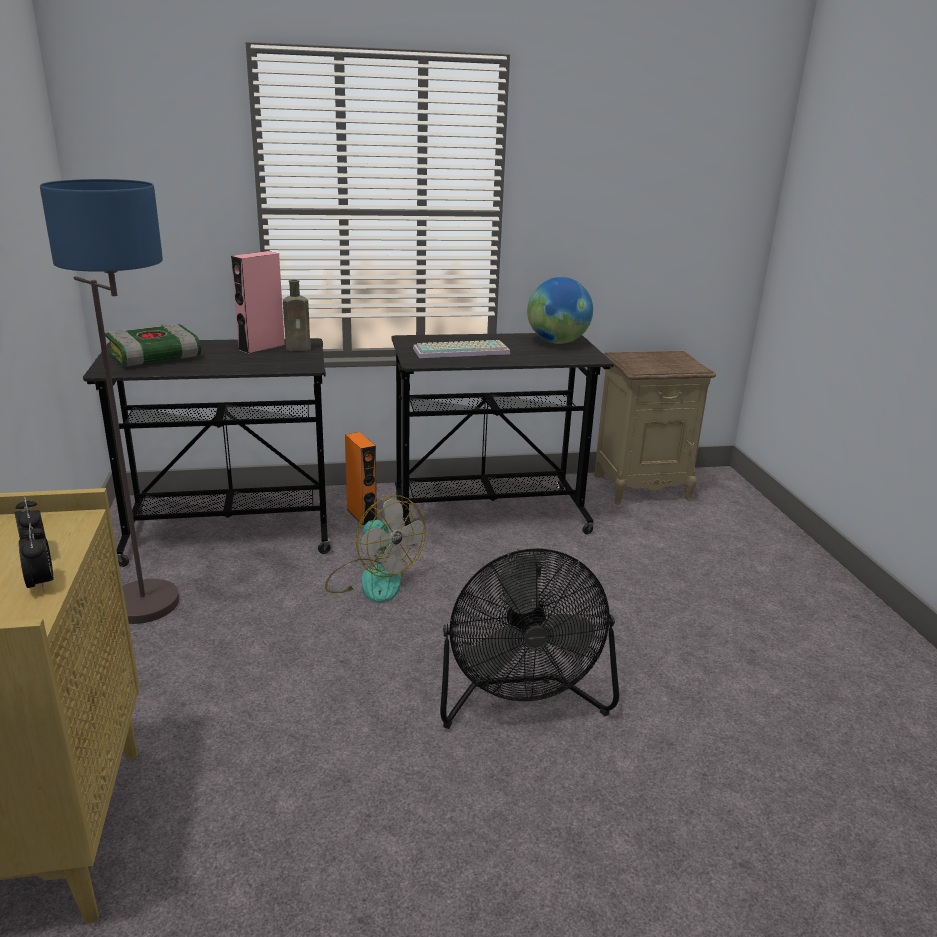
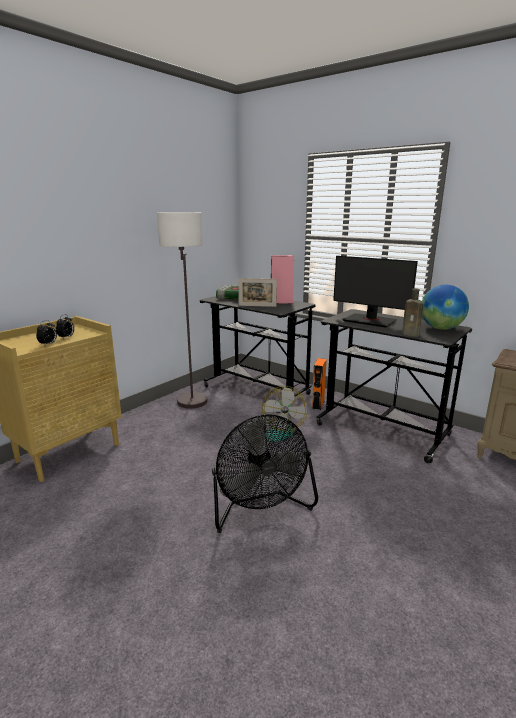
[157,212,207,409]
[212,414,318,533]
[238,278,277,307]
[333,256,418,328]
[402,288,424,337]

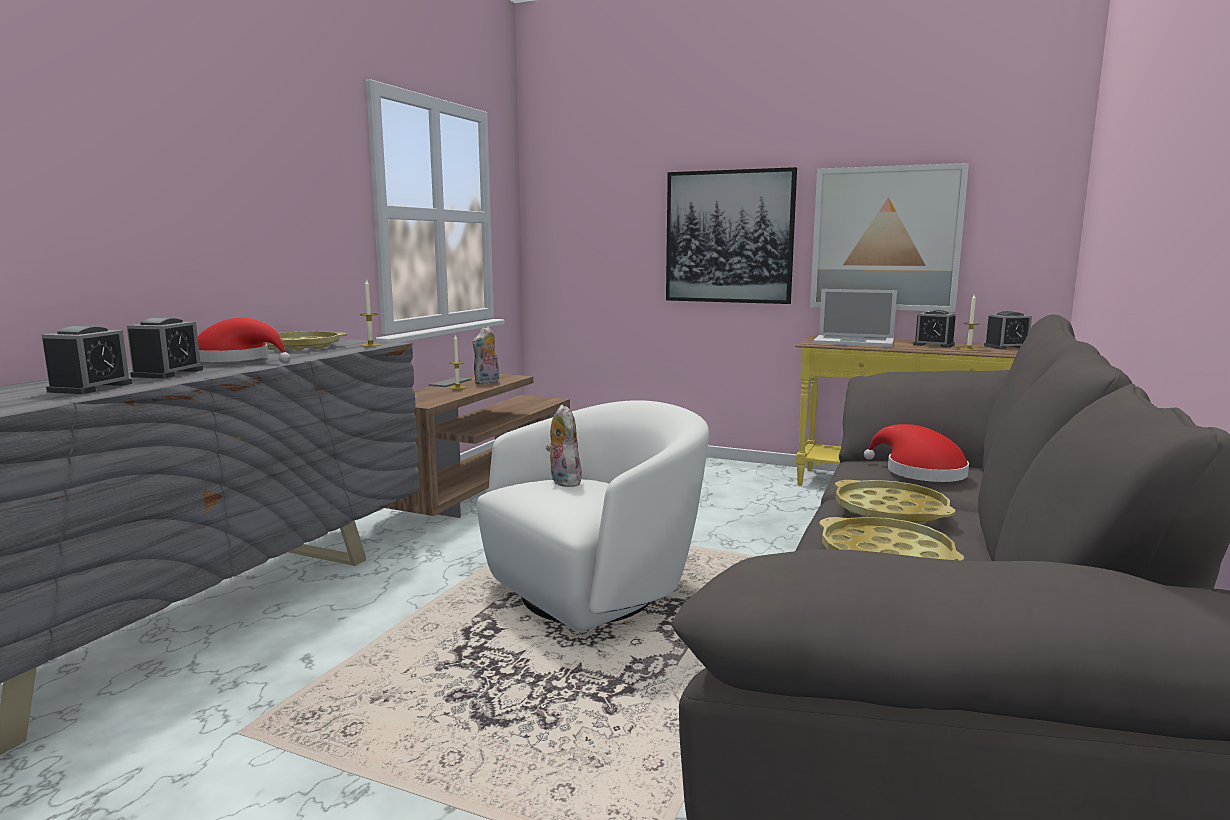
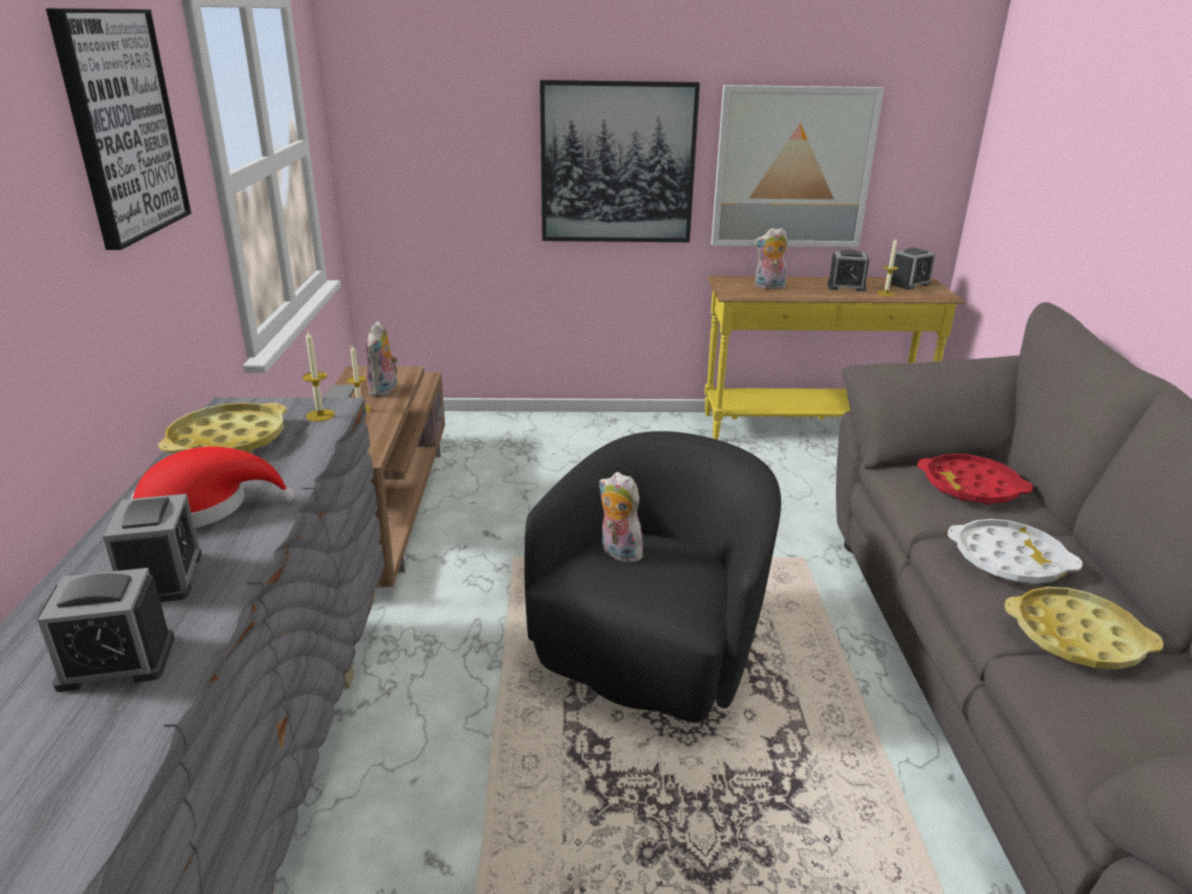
[37,568,175,692]
[46,8,191,250]
[525,431,781,723]
[754,228,788,289]
[917,454,1033,505]
[948,519,1082,584]

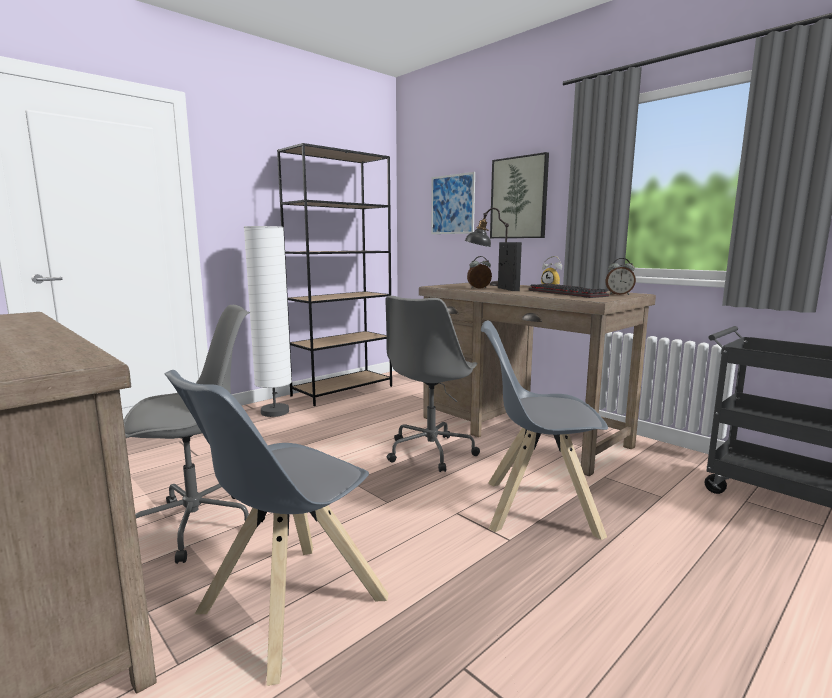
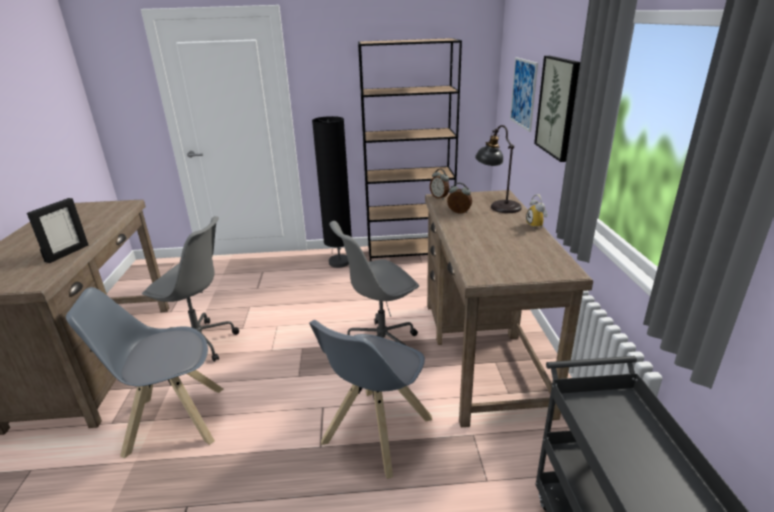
[27,198,89,263]
[309,320,432,479]
[312,116,352,268]
[430,169,449,200]
[529,284,609,298] (first image)

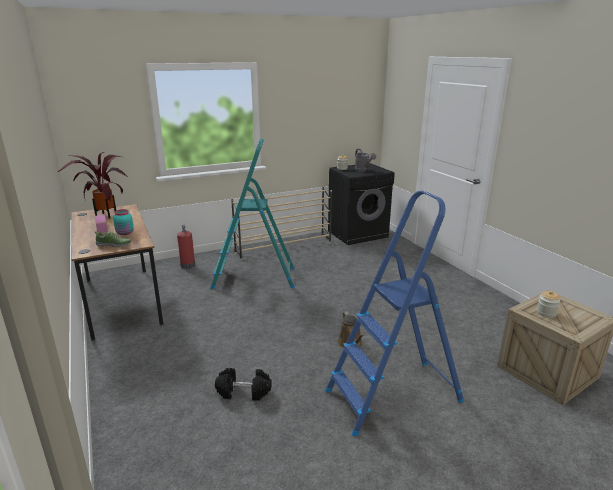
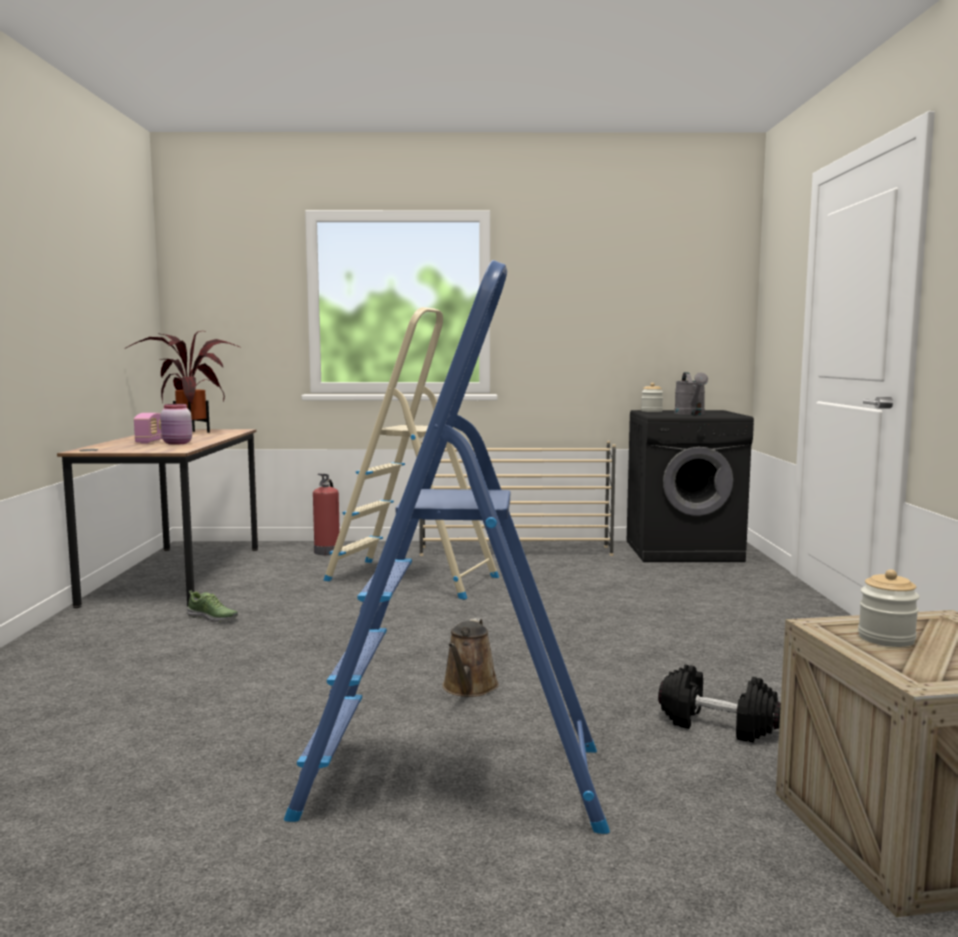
[160,404,192,445]
[186,590,238,622]
[324,307,499,599]
[658,664,781,743]

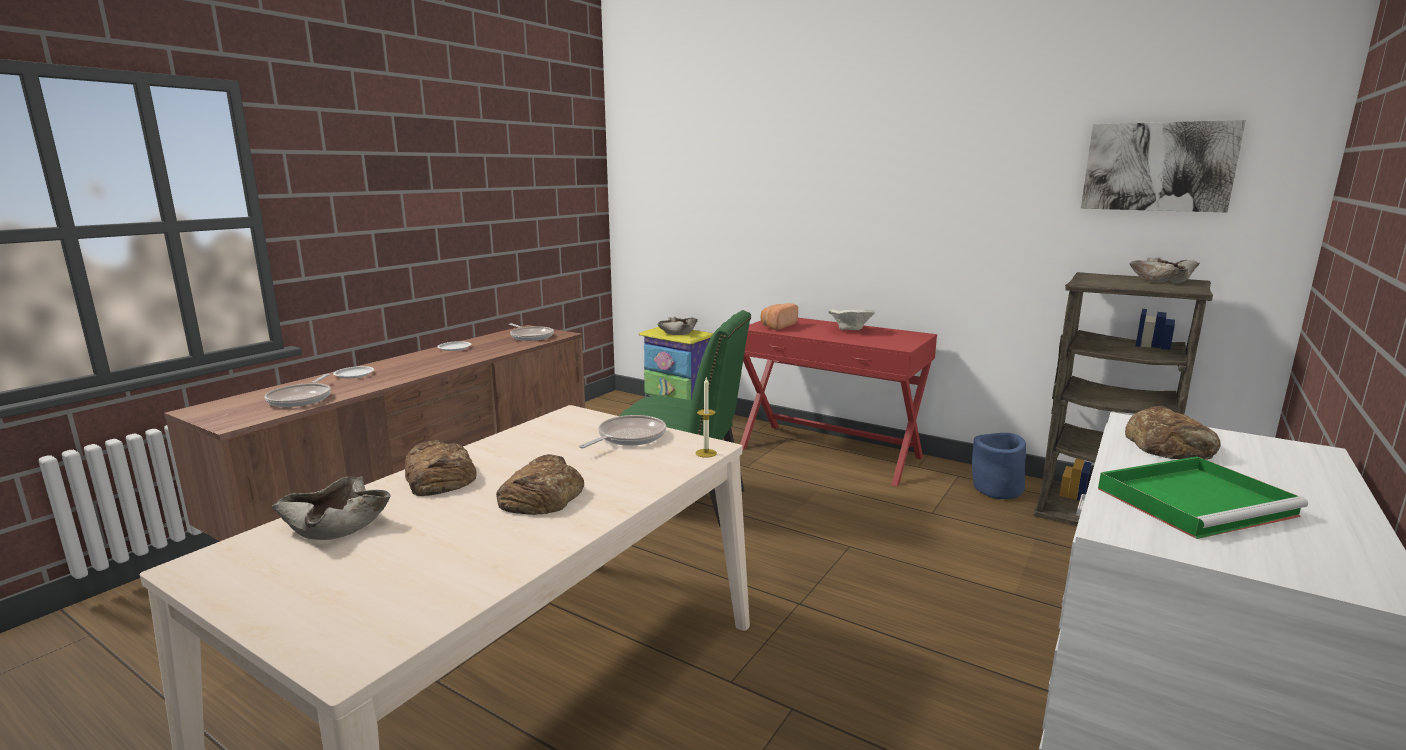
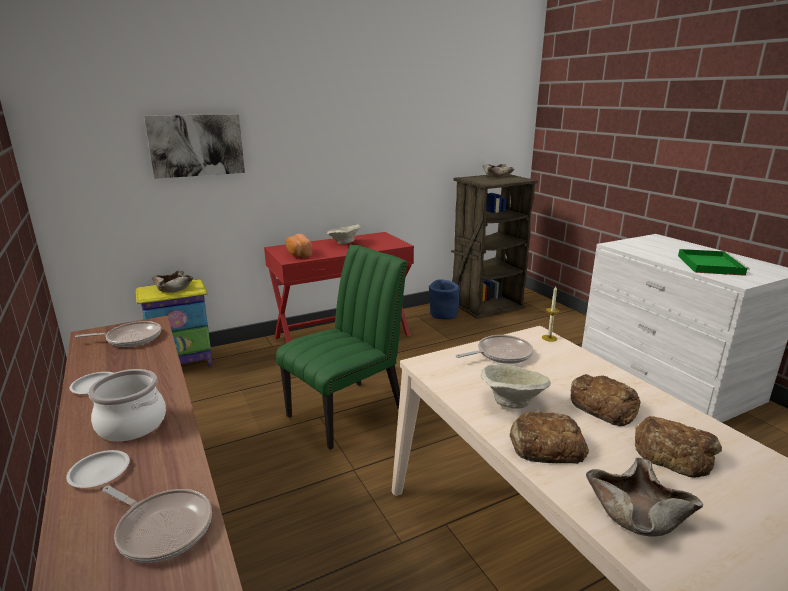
[88,369,166,442]
[144,114,245,179]
[456,335,533,364]
[481,365,551,409]
[635,416,722,477]

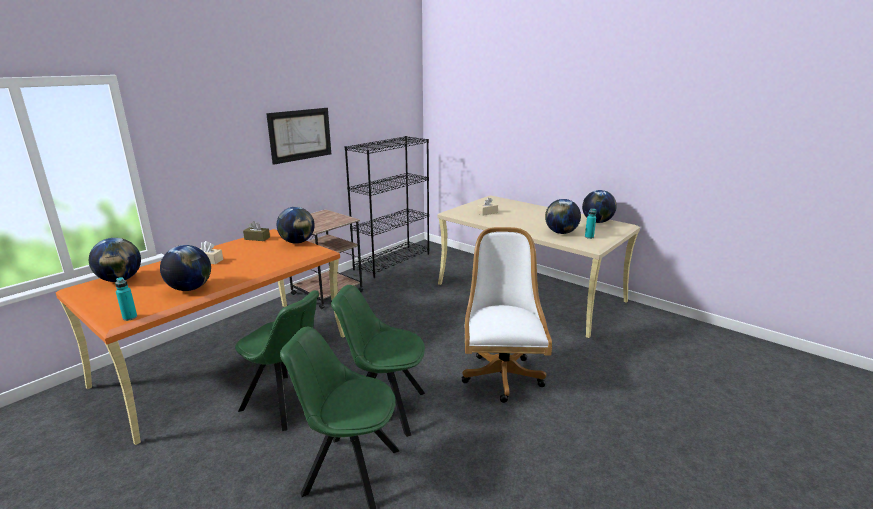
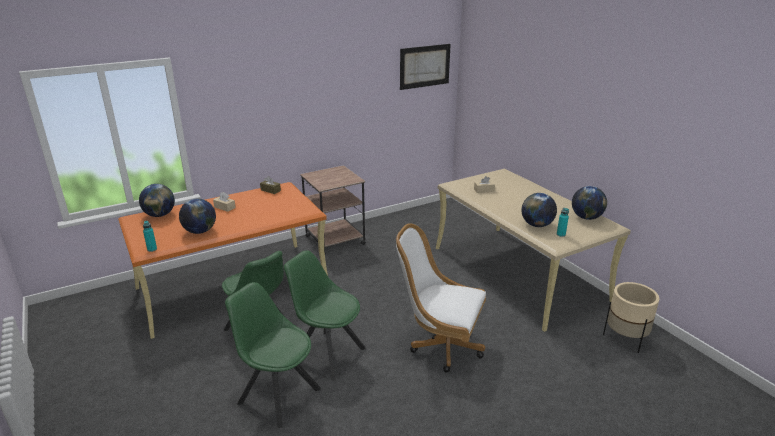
[396,223,486,373]
[400,44,451,90]
[603,282,659,353]
[277,207,315,244] (first image)
[344,136,429,278] (first image)

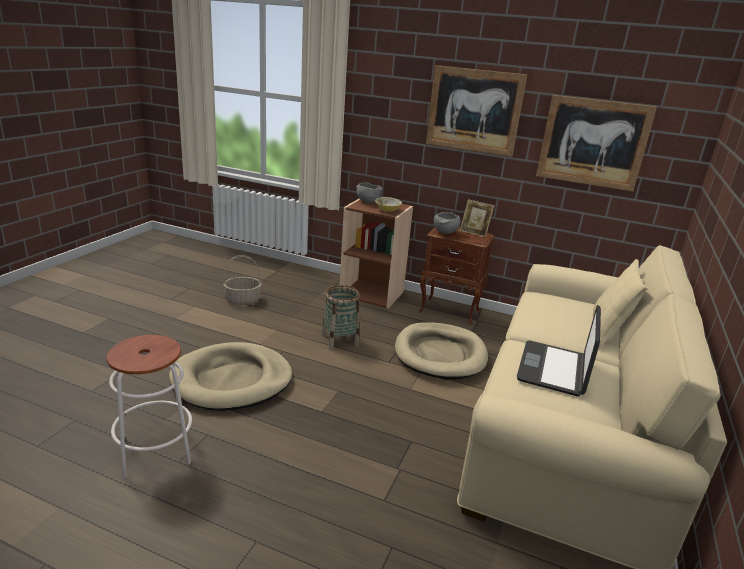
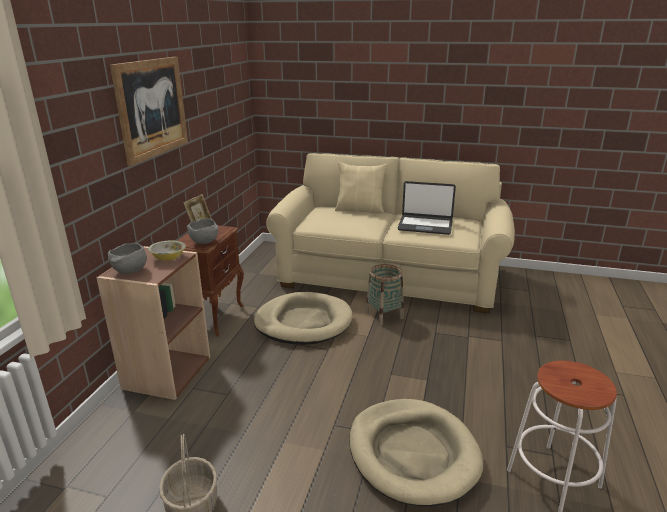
[365,264,404,326]
[536,95,657,191] (first image)

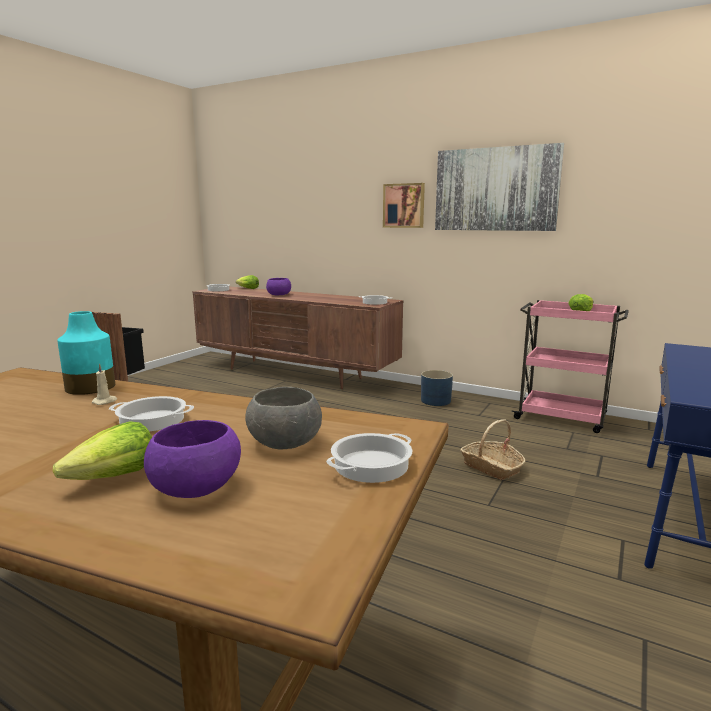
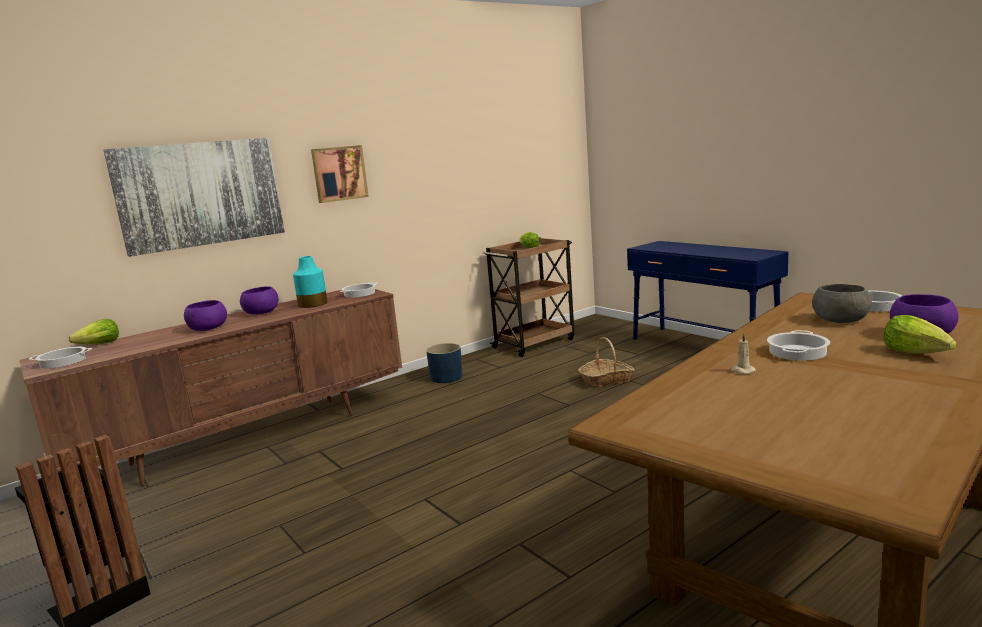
[104,138,285,257]
[240,287,278,314]
[293,256,328,308]
[483,237,574,357]

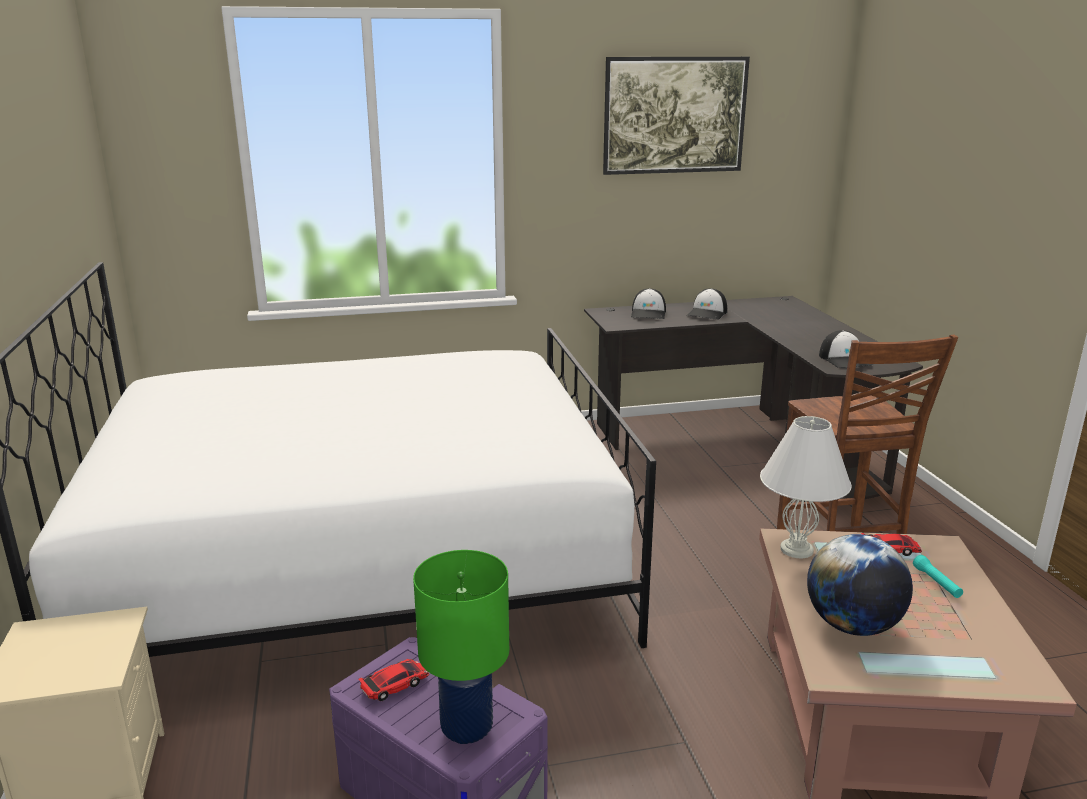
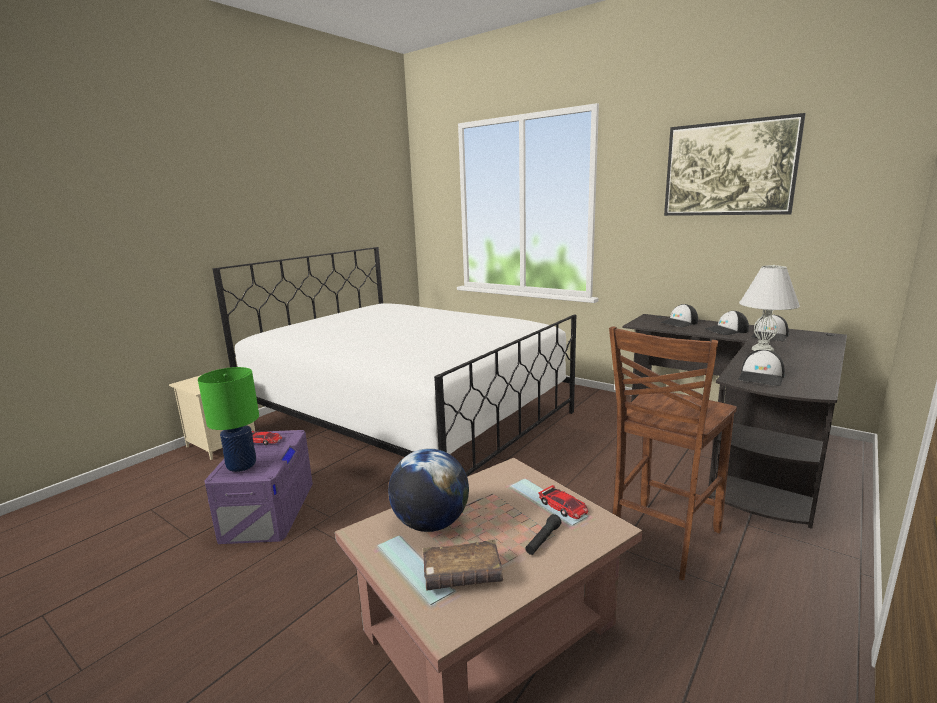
[423,540,503,590]
[525,514,561,555]
[739,265,800,351]
[751,315,789,341]

